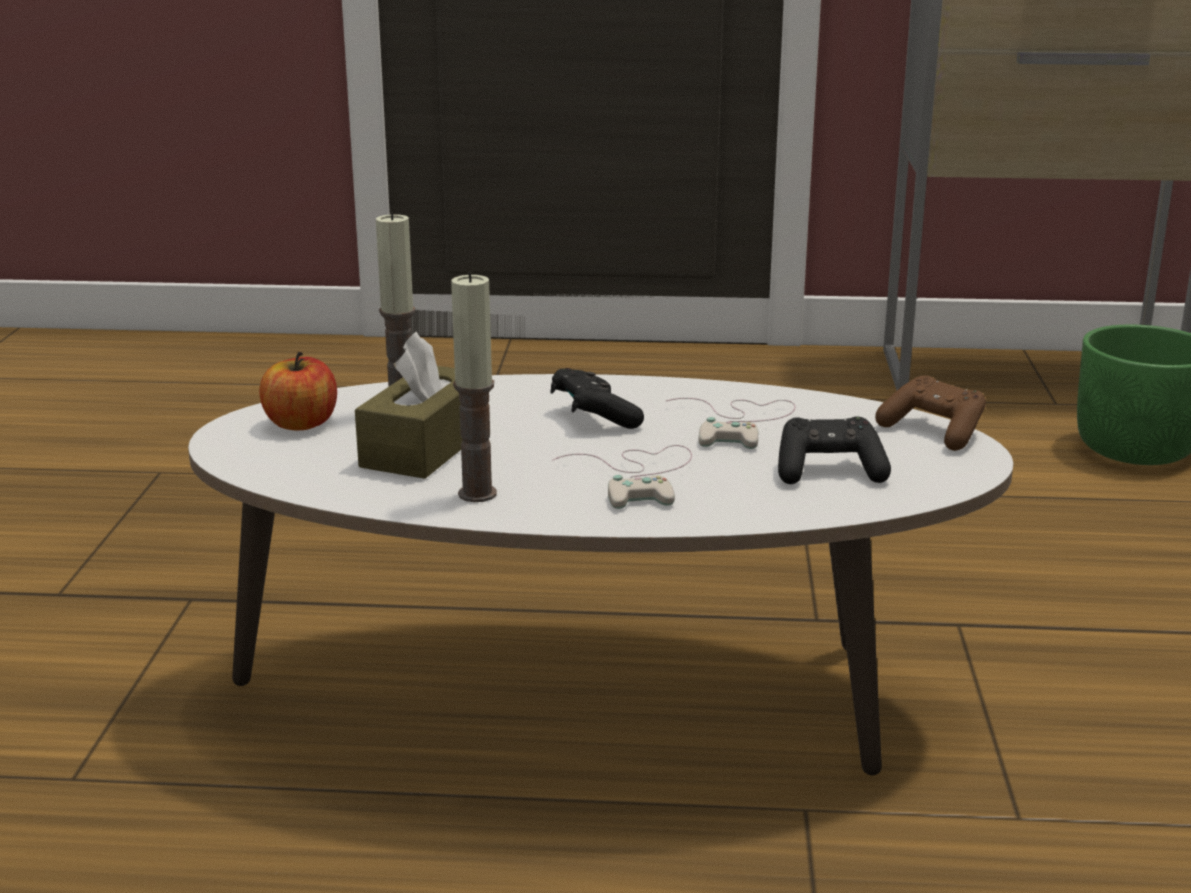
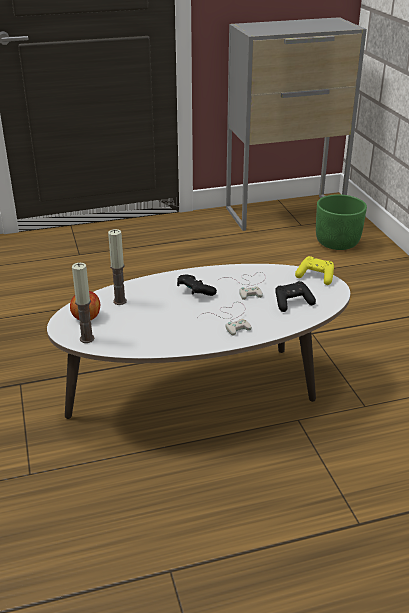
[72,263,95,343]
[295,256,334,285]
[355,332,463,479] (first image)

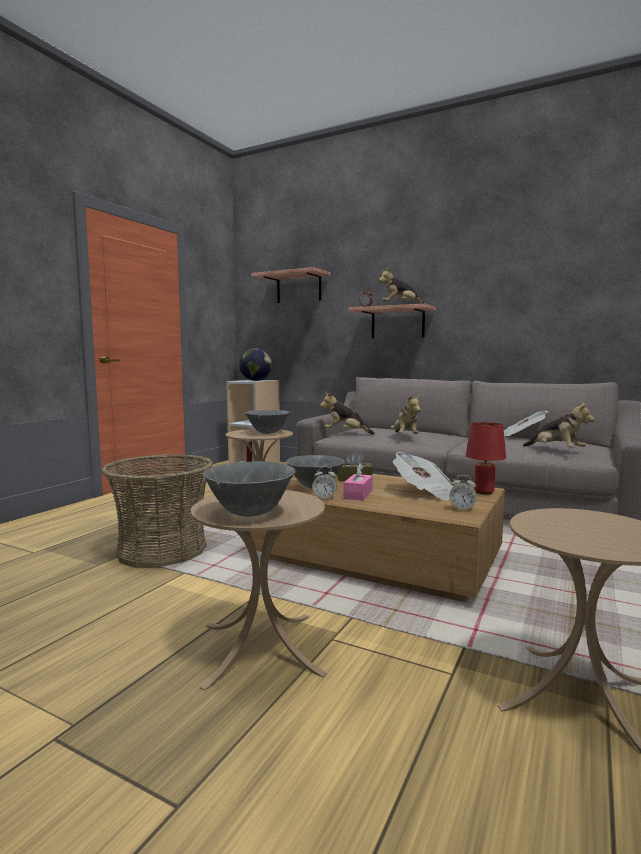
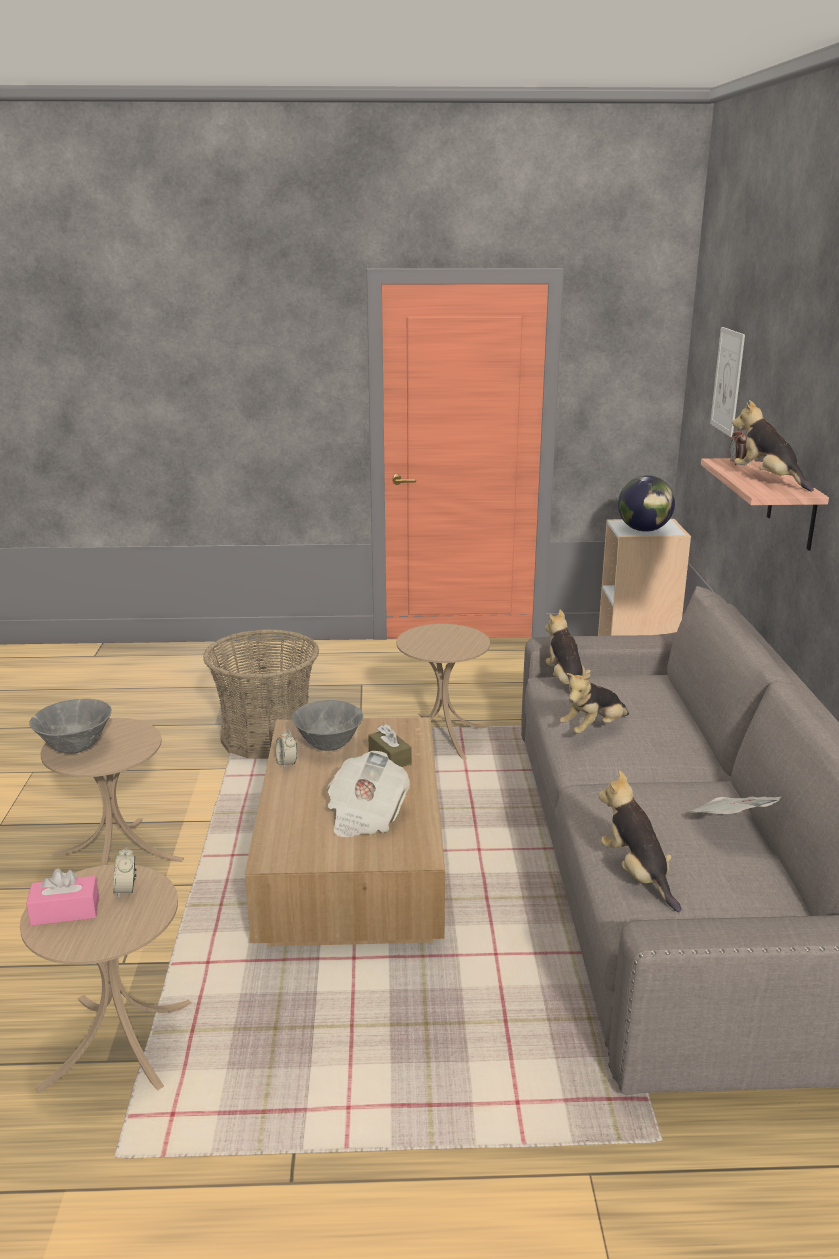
[26,869,99,926]
[113,845,136,899]
[599,770,681,912]
[710,327,745,437]
[245,410,290,434] (first image)
[466,422,506,495] (first image)

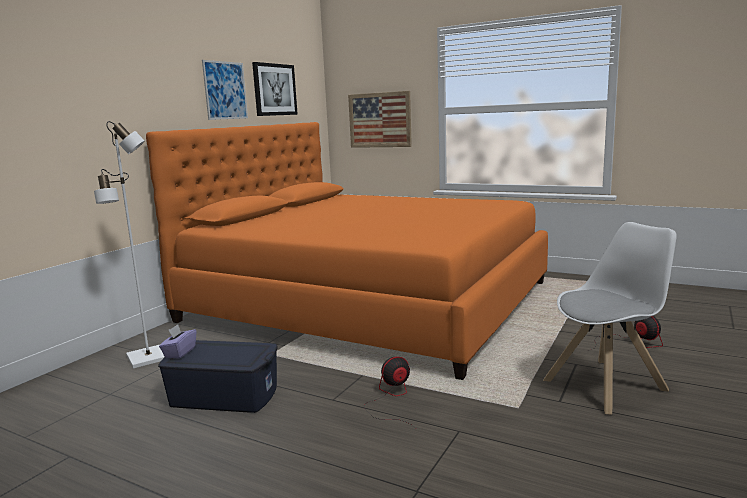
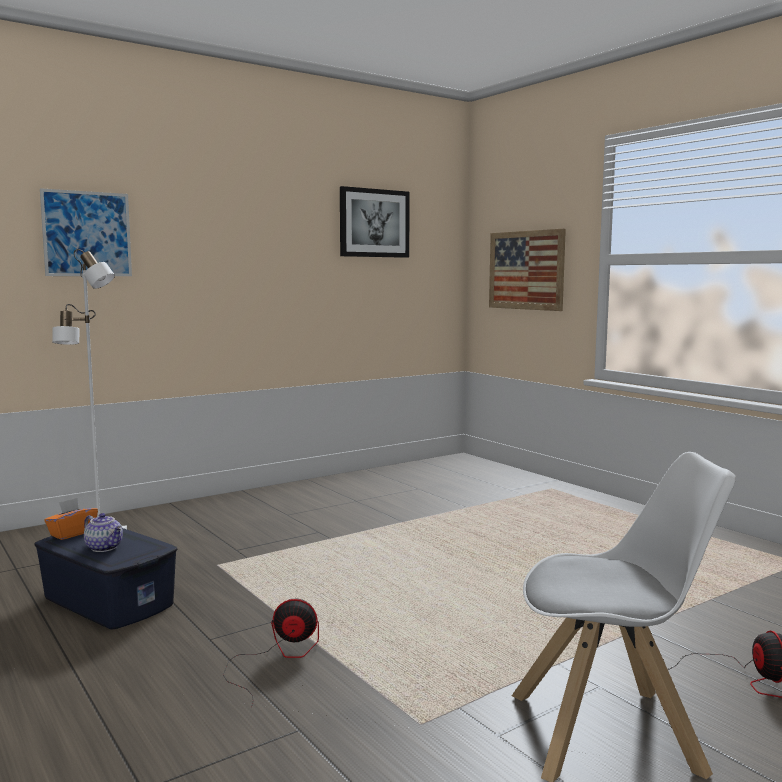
[40,188,132,276]
[44,498,98,540]
[84,513,123,552]
[146,122,548,380] (first image)

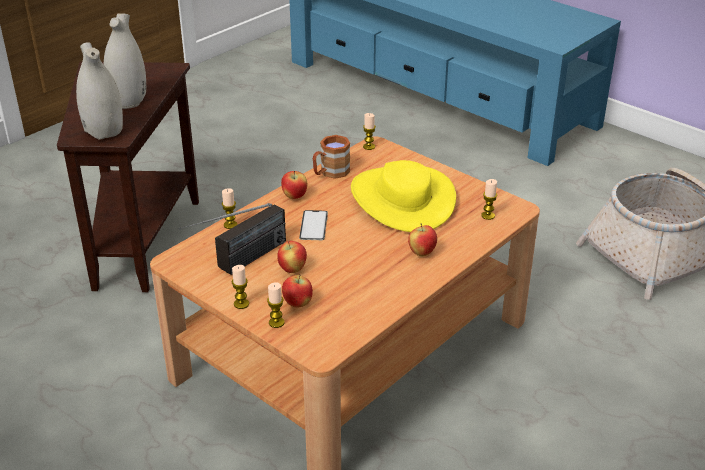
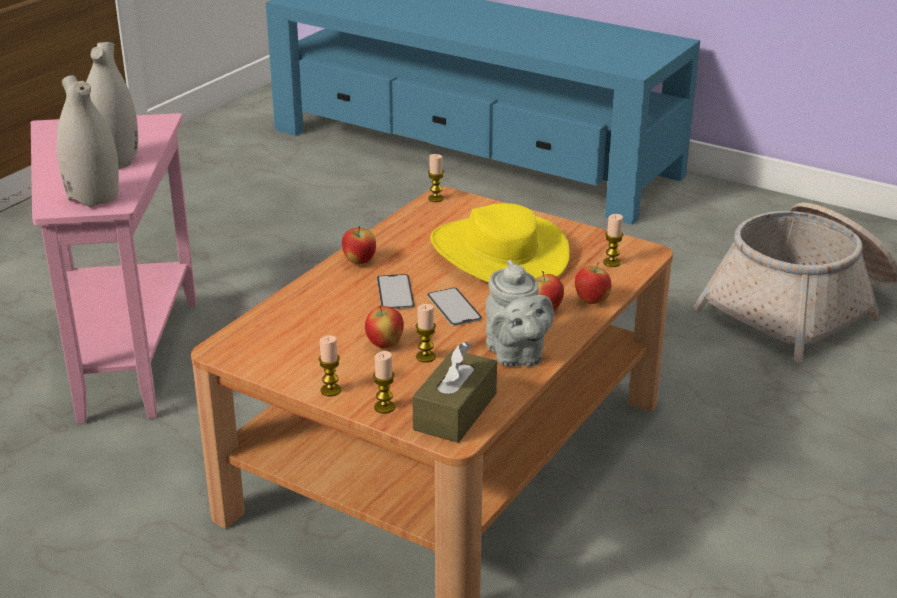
[31,113,197,424]
[412,341,497,443]
[416,304,436,363]
[427,288,482,326]
[486,259,554,366]
[575,262,611,304]
[179,203,286,275] (first image)
[313,135,350,179] (first image)

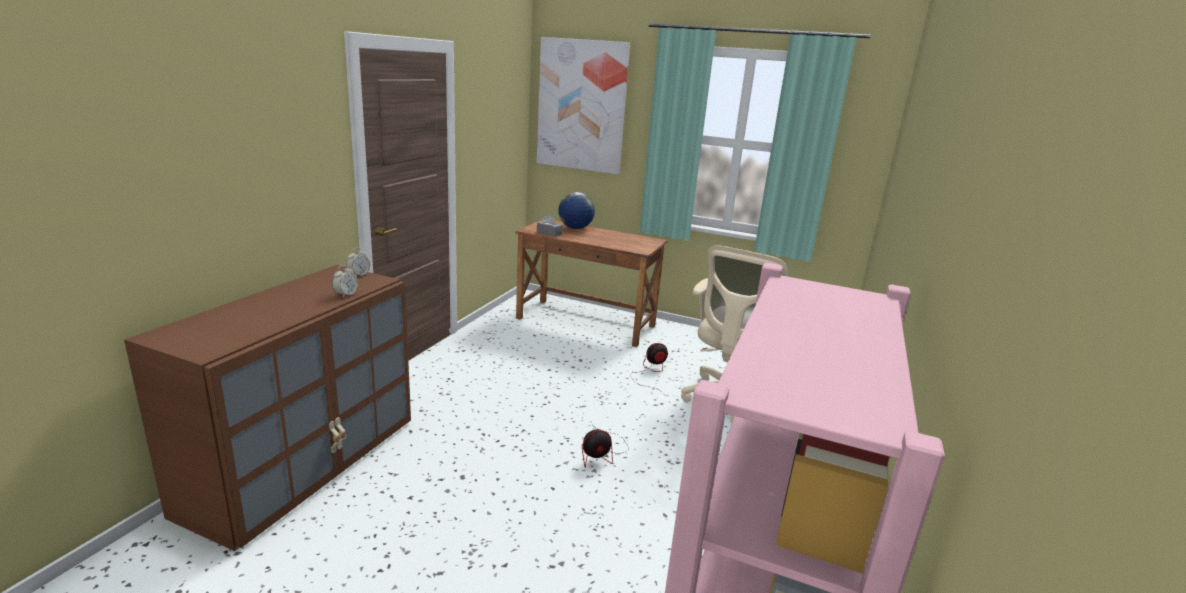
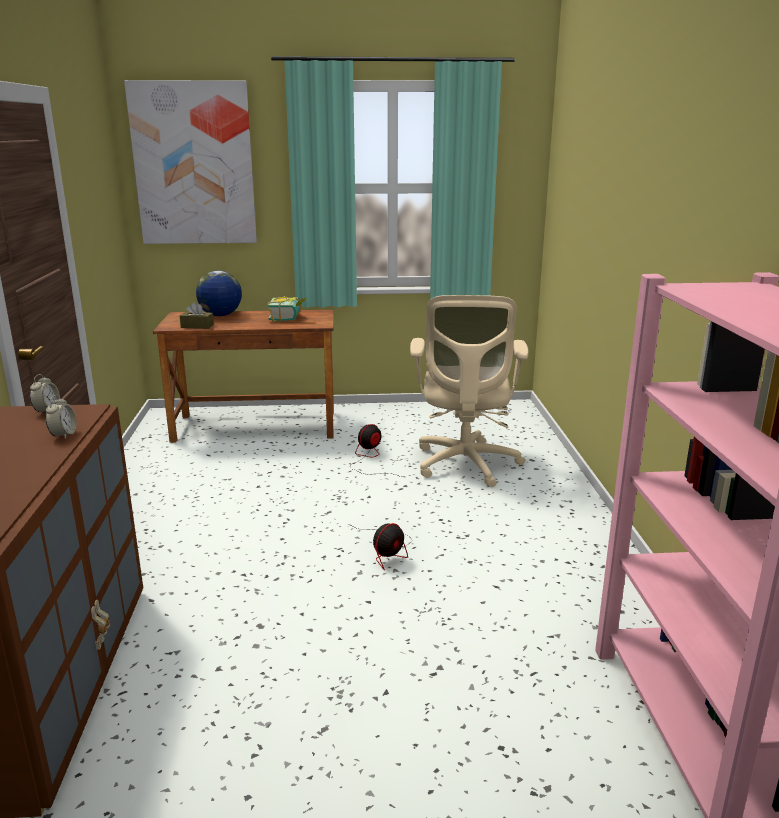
[180,302,214,329]
[268,296,306,322]

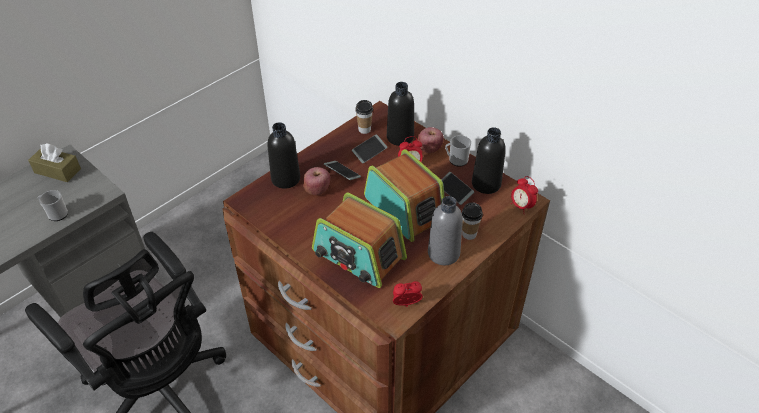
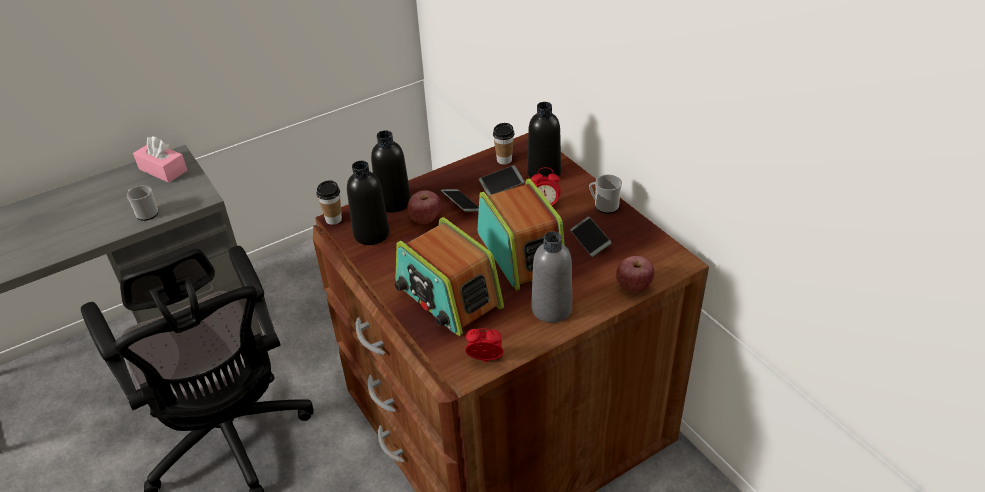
[133,136,187,183]
[316,180,342,225]
[347,161,390,245]
[616,256,654,293]
[511,176,538,214] (first image)

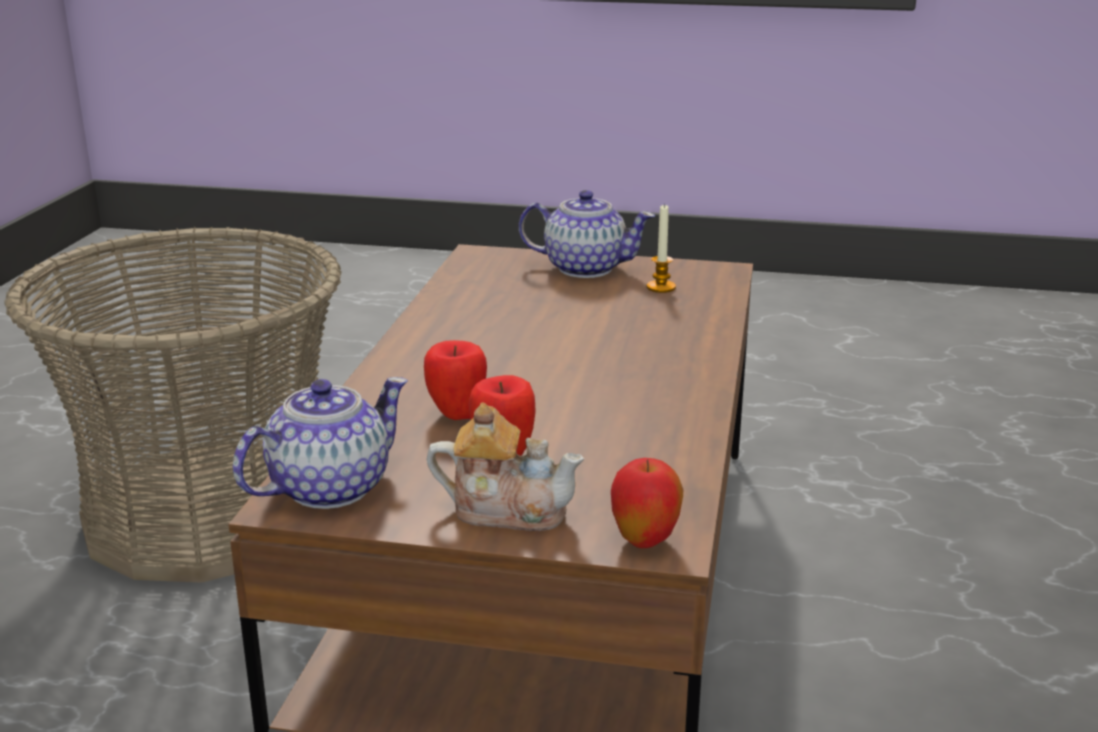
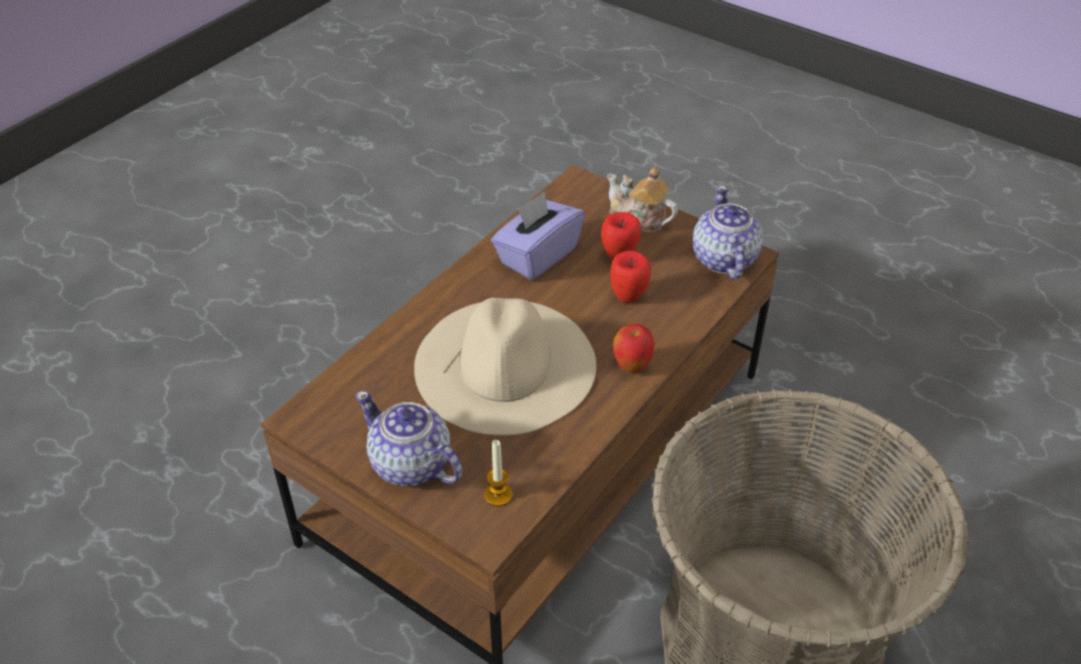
[414,298,596,436]
[484,440,513,506]
[491,192,585,280]
[613,324,655,373]
[693,186,763,280]

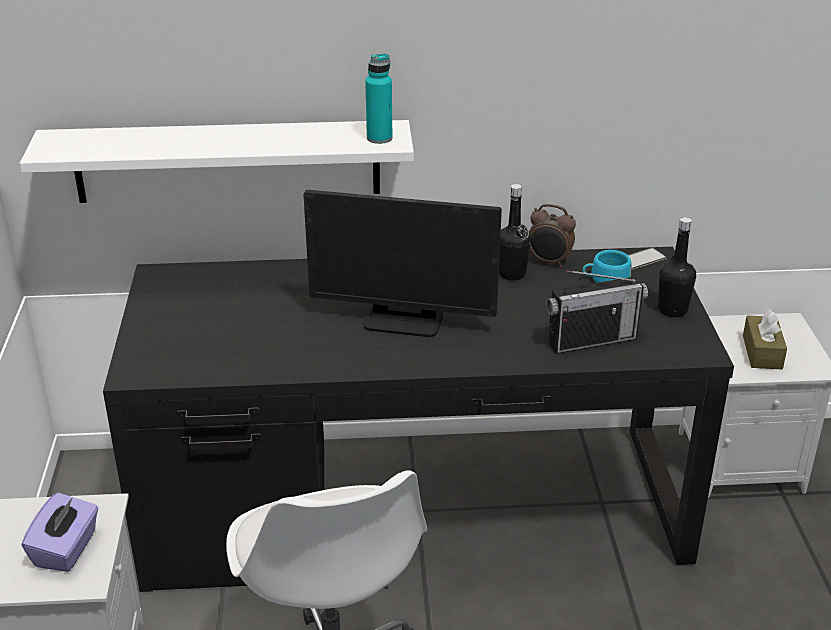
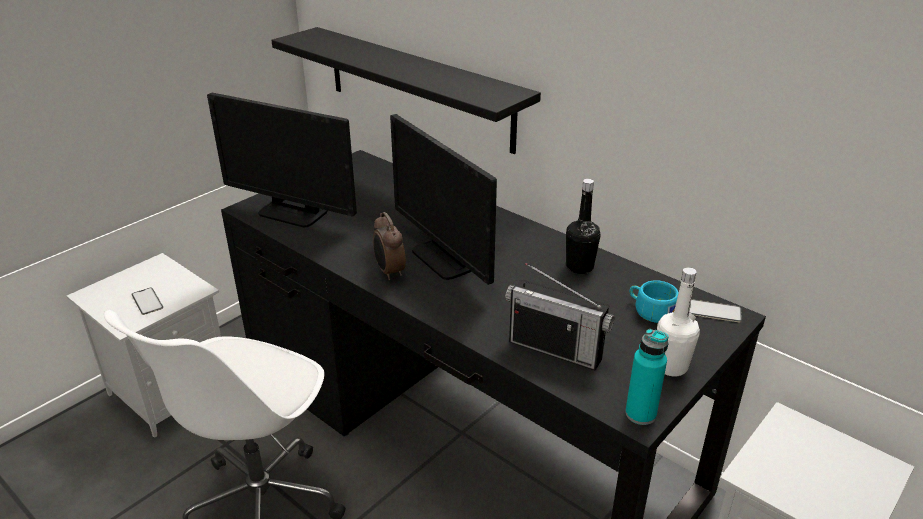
[131,287,163,315]
[207,93,357,228]
[271,27,541,154]
[373,212,406,281]
[625,329,669,425]
[657,267,700,376]
[743,309,787,369] (first image)

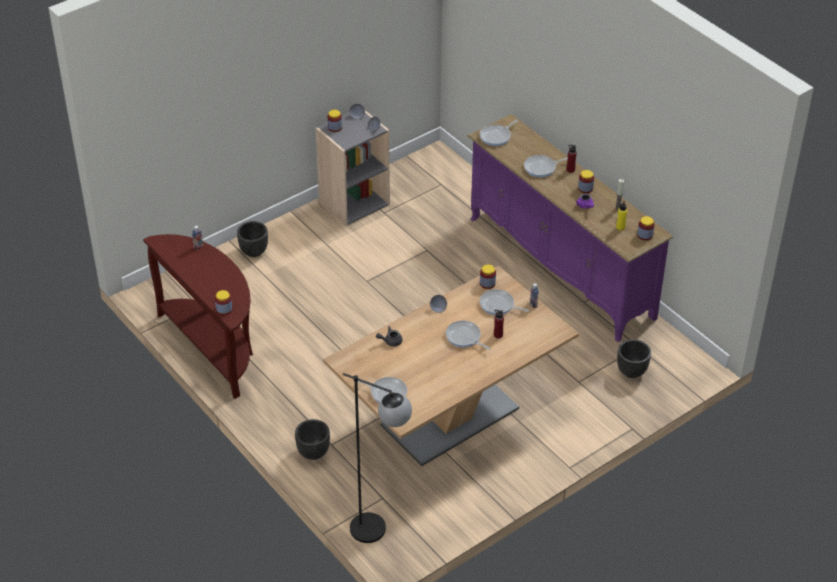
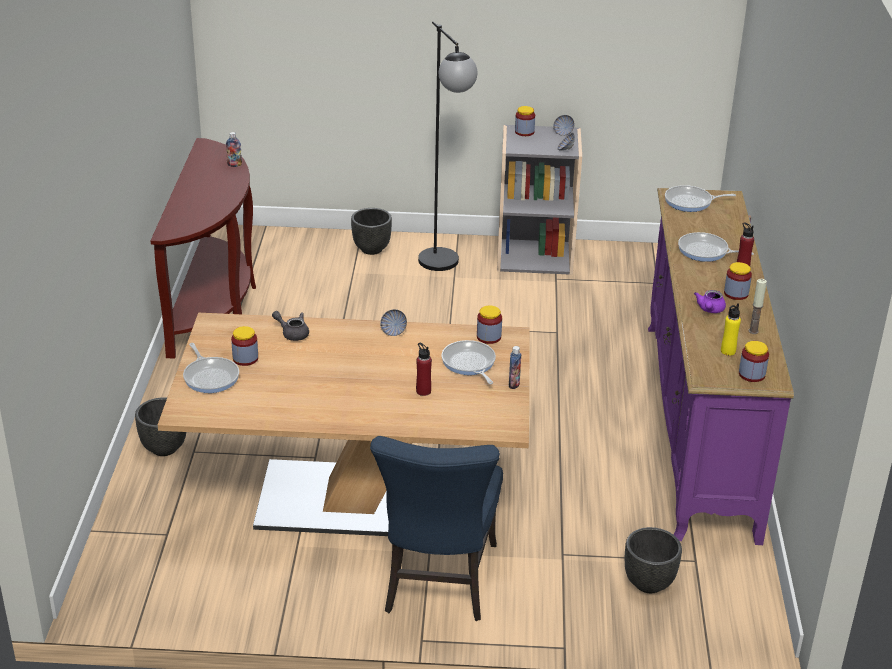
[231,326,258,366]
[370,436,503,621]
[418,21,477,271]
[446,320,490,350] (first image)

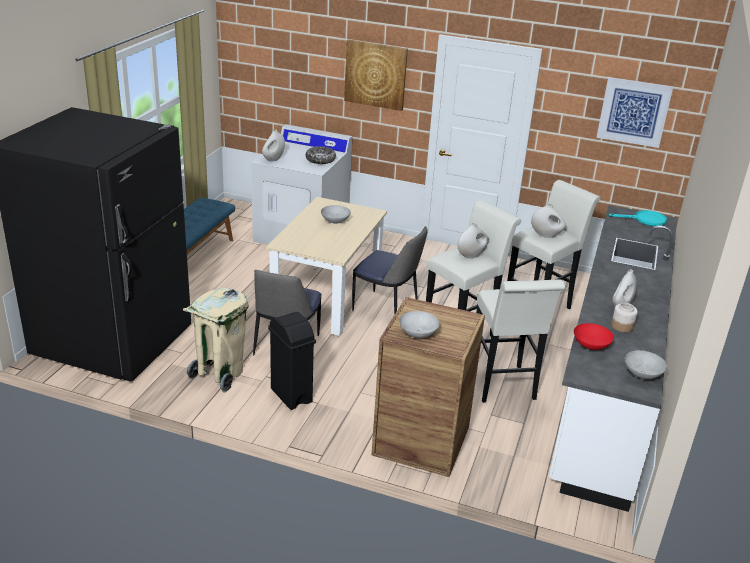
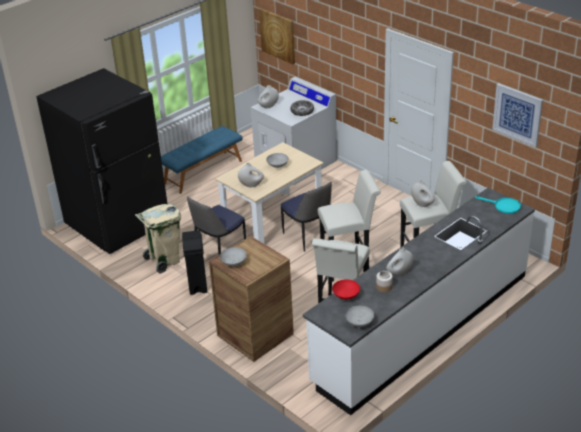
[238,163,264,187]
[259,8,295,64]

